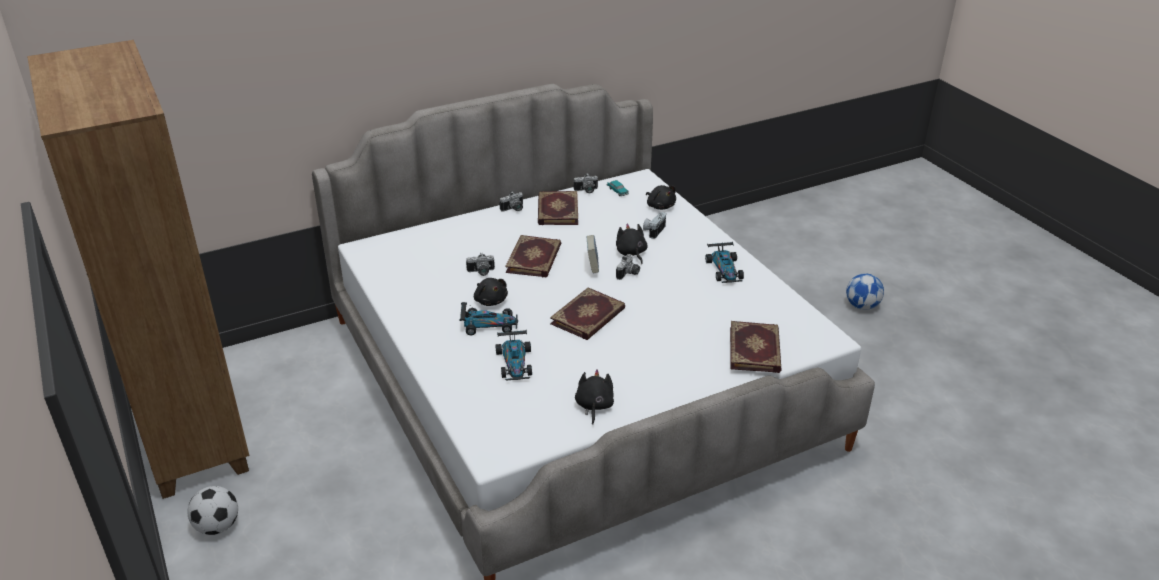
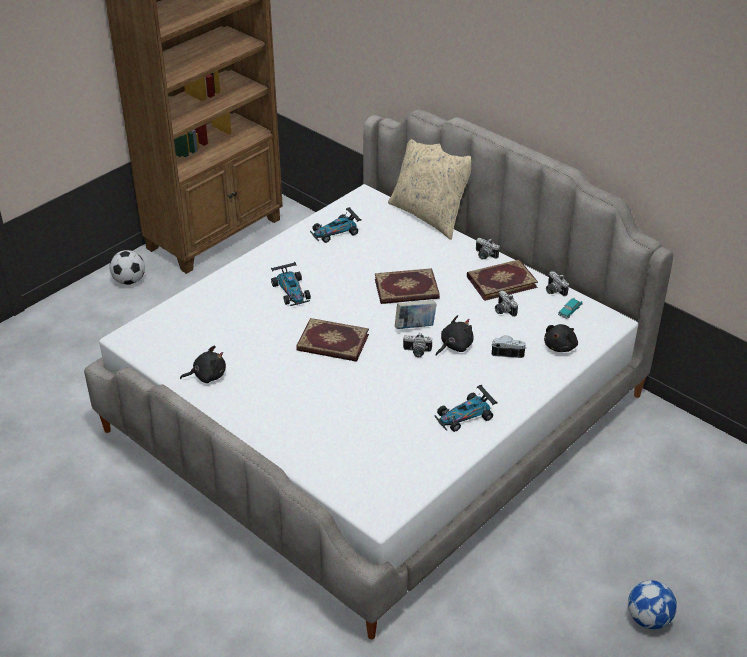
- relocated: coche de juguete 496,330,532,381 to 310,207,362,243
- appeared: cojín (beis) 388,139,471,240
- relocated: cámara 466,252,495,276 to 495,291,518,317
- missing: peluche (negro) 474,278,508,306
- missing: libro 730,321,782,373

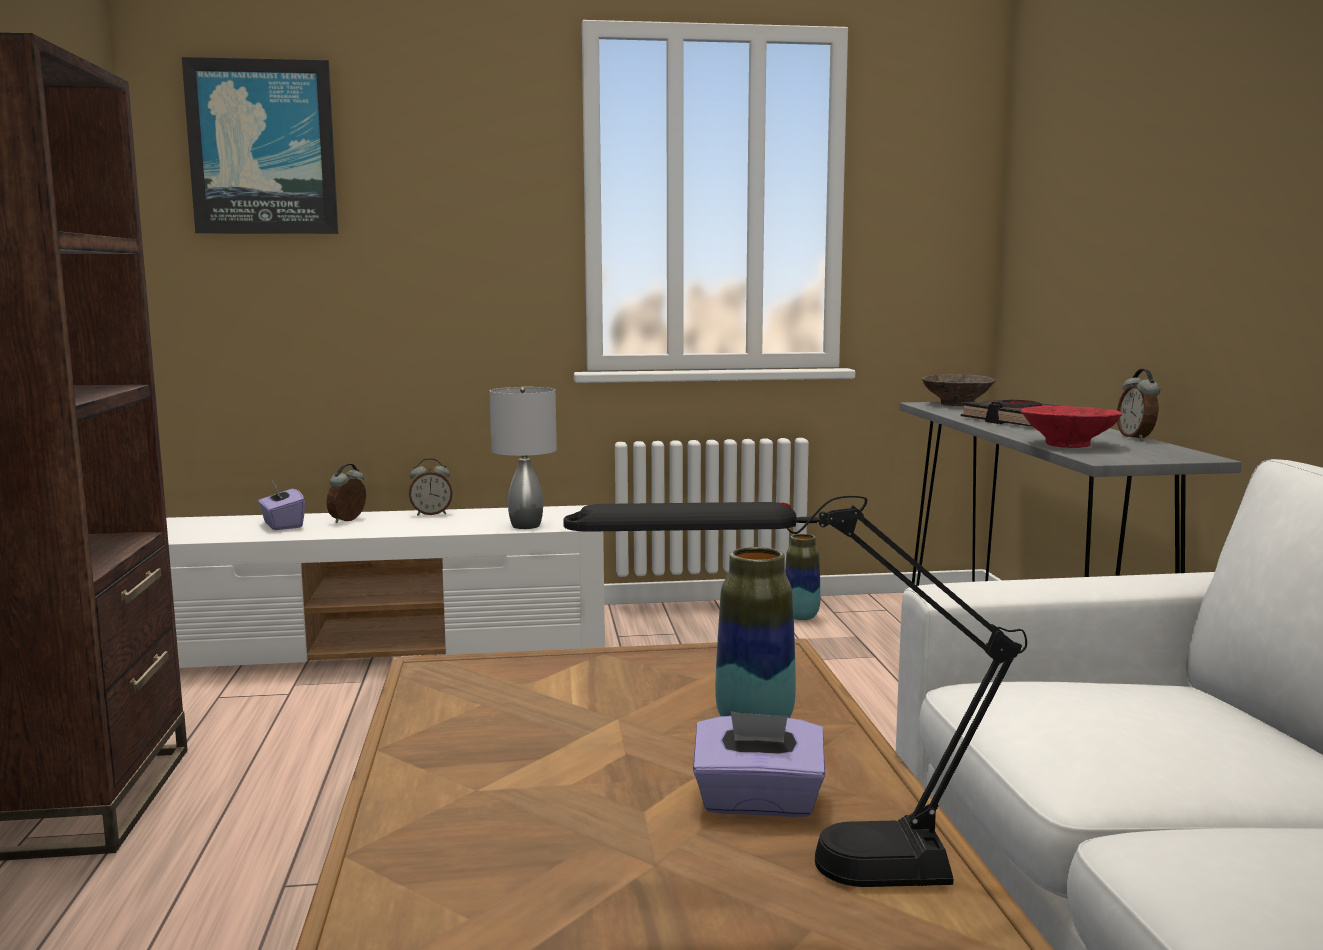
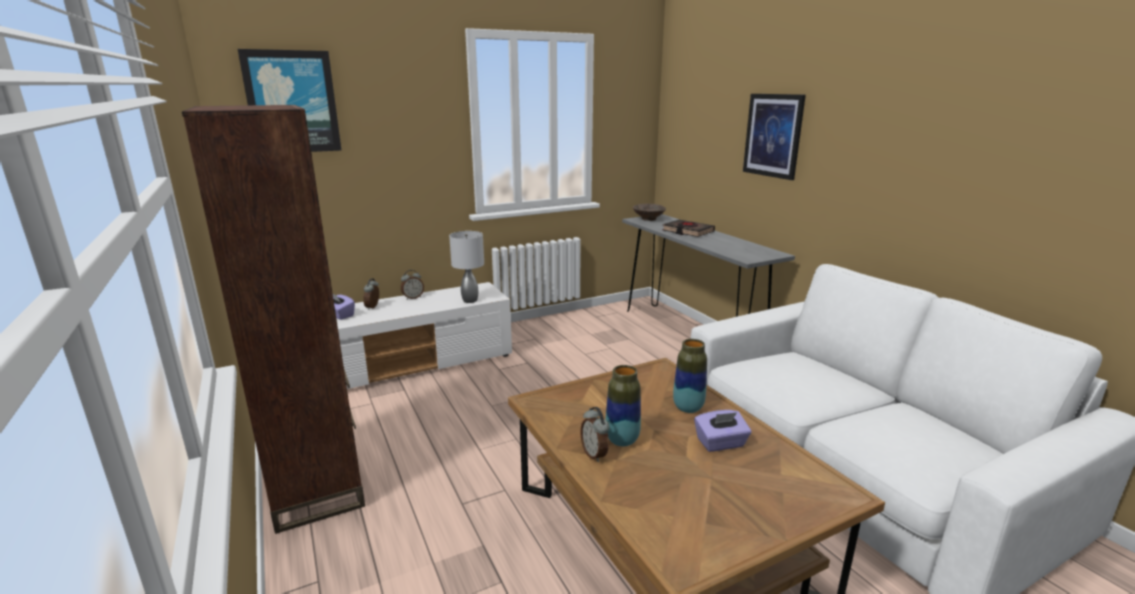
- relocated: despertador 1117,369,1160,441 to 580,407,610,462
- relocated: florero 785,534,821,620 to 605,365,641,447
- appeared: cuadro 743,94,806,180
- missing: lámpara de mesa (negro) 563,496,1027,887
- missing: cuenco (rojo) 1020,406,1122,448

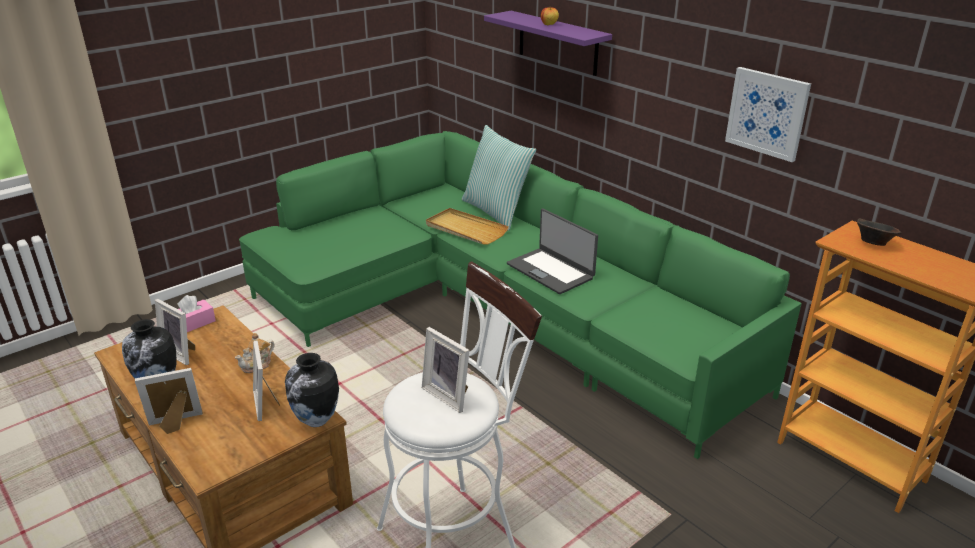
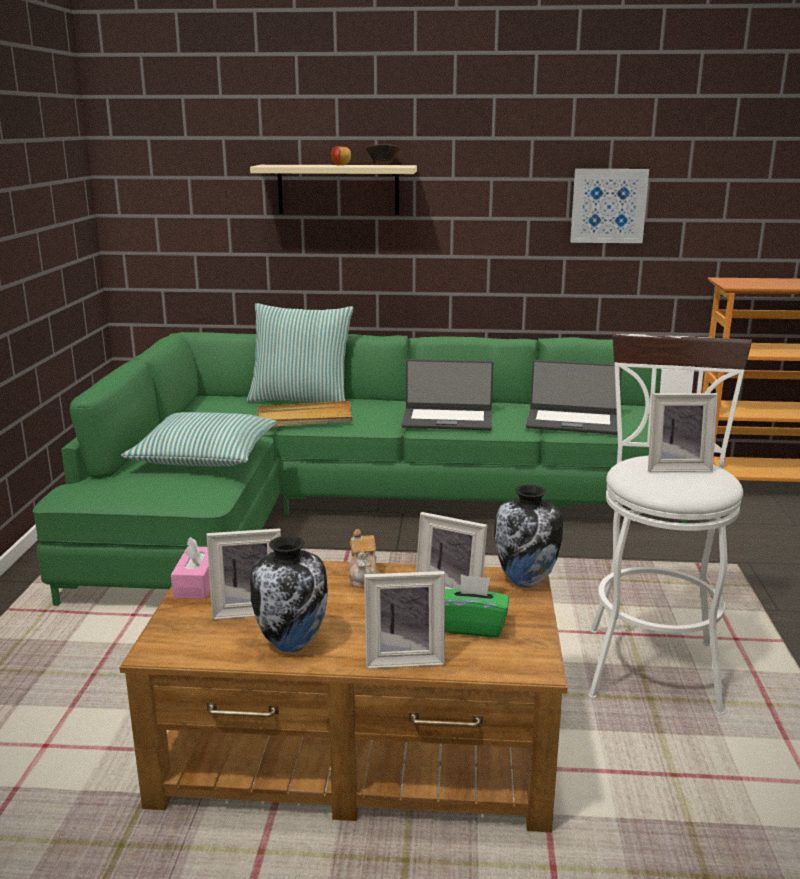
- appeared: cojín 121,412,277,466
- colour: estante (morado) 484,11,612,76 to estante (beis) 250,165,417,215
- spun: portarretratos 135,368,203,434 = 364,571,445,669 120 degrees counterclockwise
- relocated: cuenco (marrón) 857,218,902,246 to 365,144,401,165
- appeared: caja de pañuelos (verde) 445,574,509,637
- appeared: portátil 526,360,622,435

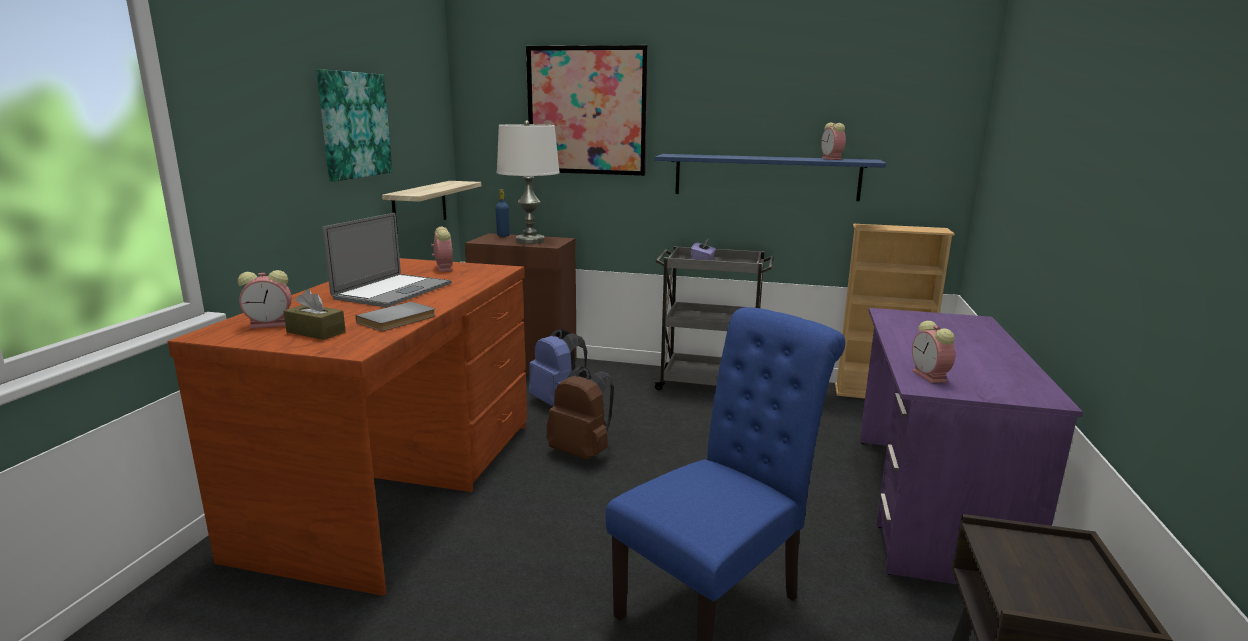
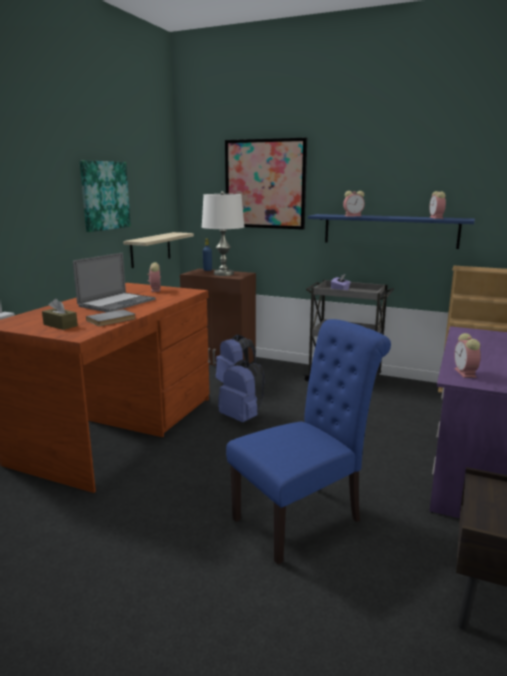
- colour: mochila (marrón) 546,366,614,460 to mochila (azul) 218,359,265,423
- relocated: despertador 238,270,292,329 to 343,191,365,216

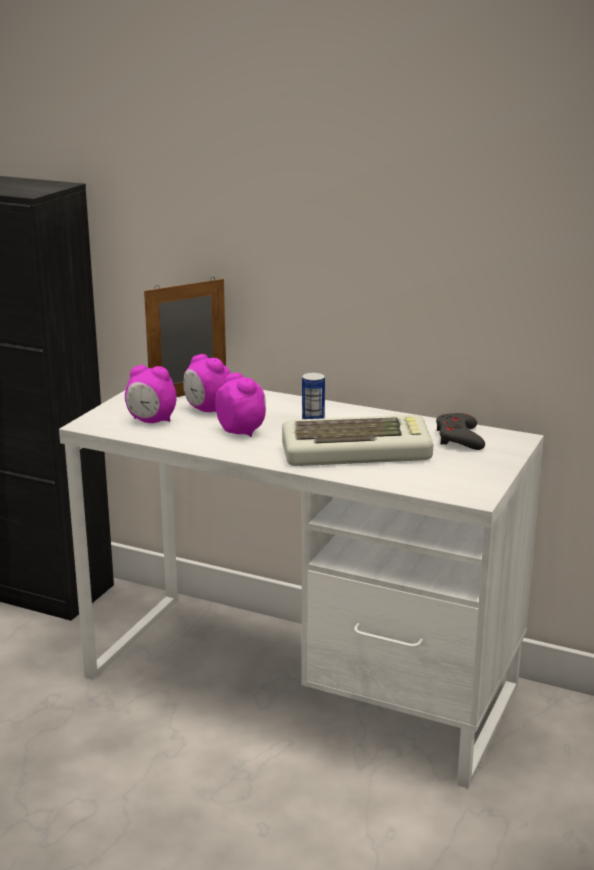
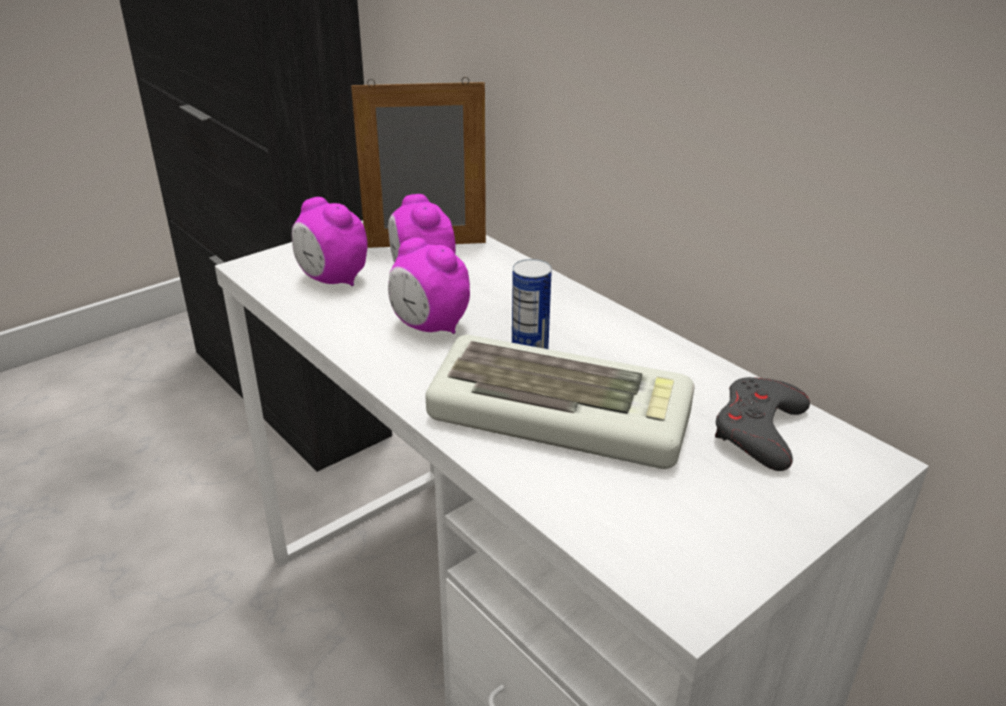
- spun: despertador 215,373,266,437 = 388,238,470,334 135 degrees clockwise

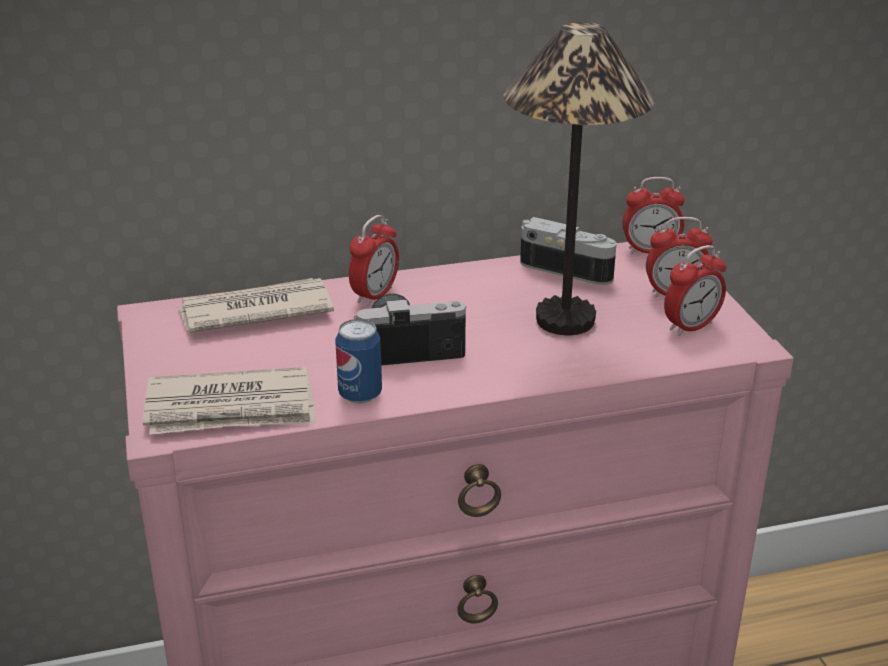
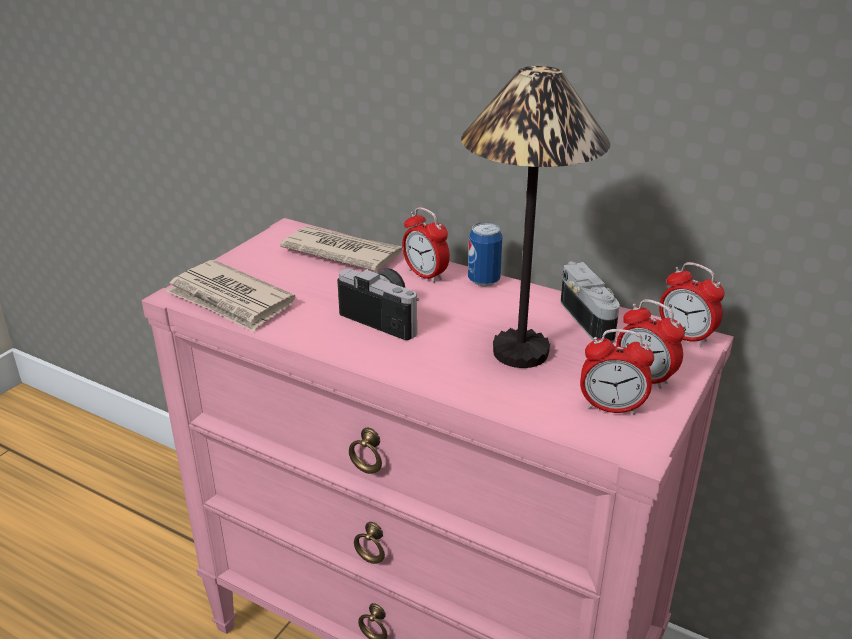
- spun: despertador 349,215,399,306 = 402,207,450,283 60 degrees clockwise
- relocated: lata 335,319,382,404 to 468,222,503,286

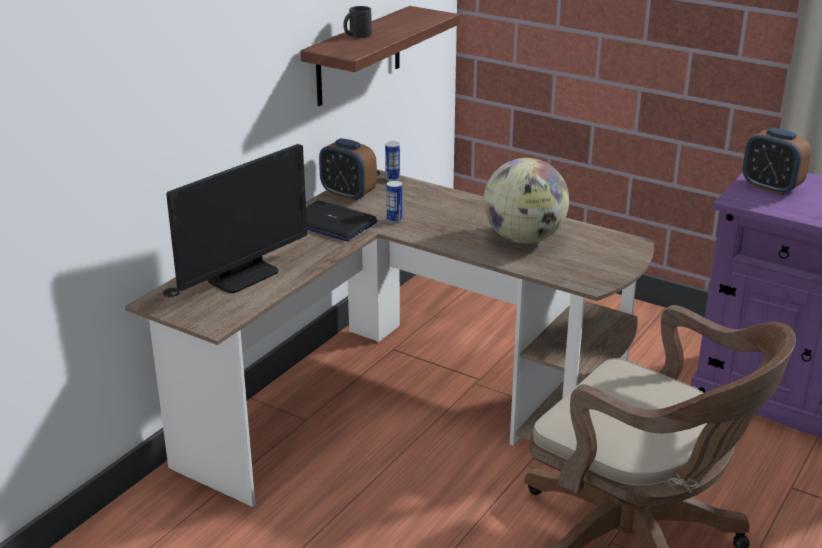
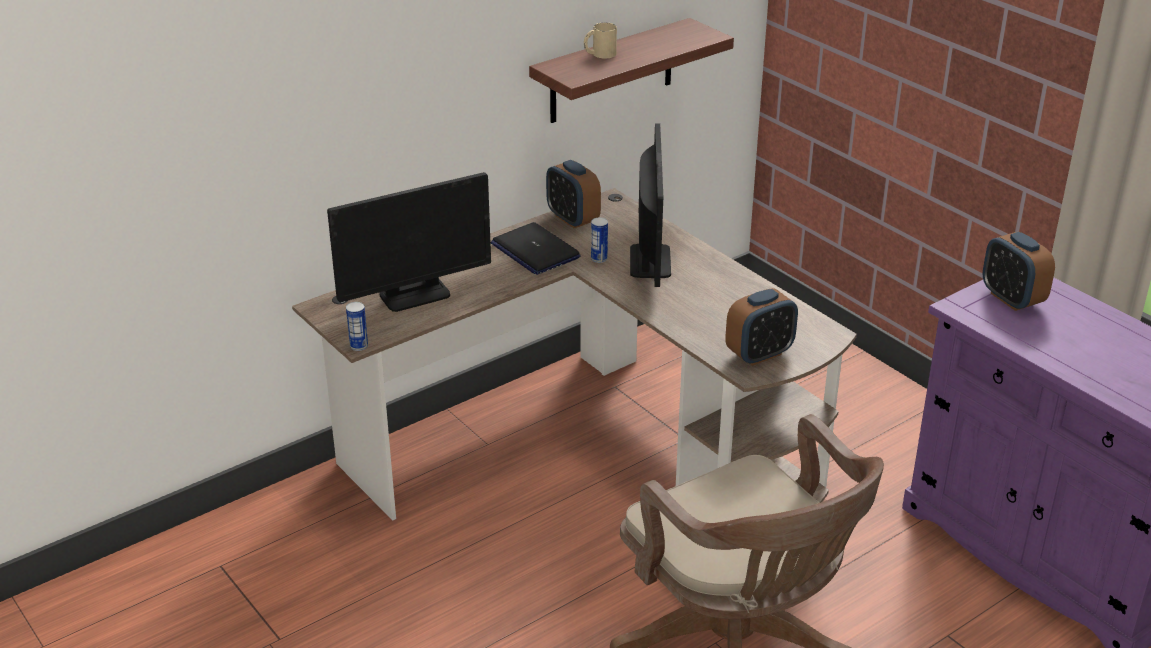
- relocated: lata 385,141,400,181 to 346,302,368,351
- colour: taza grande (negro) 343,6,372,38 to taza grande (beis) 584,22,617,58
- appeared: monitor 630,123,671,287
- appeared: despertador 725,288,798,366
- missing: globo terráqueo 483,158,569,243

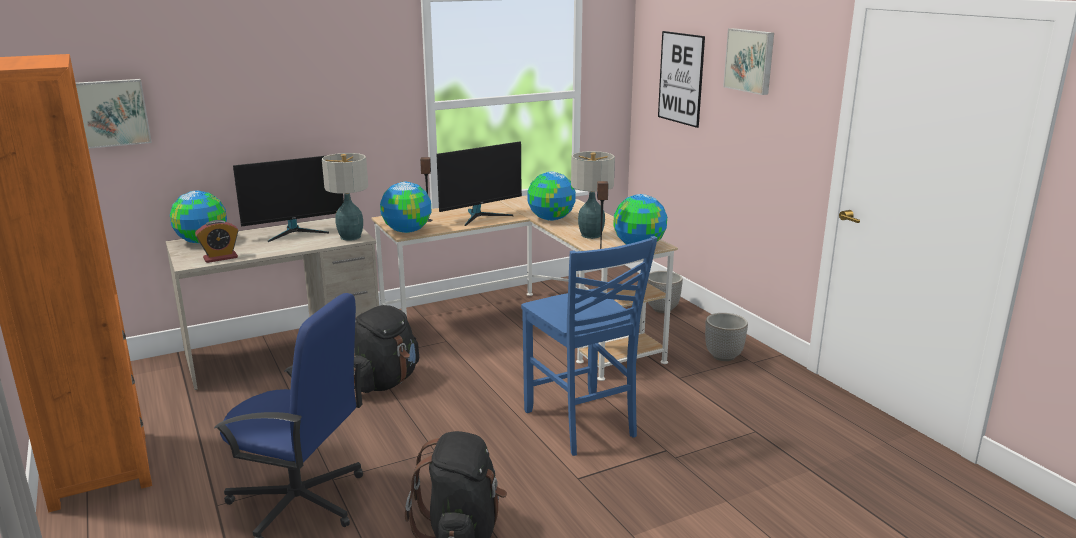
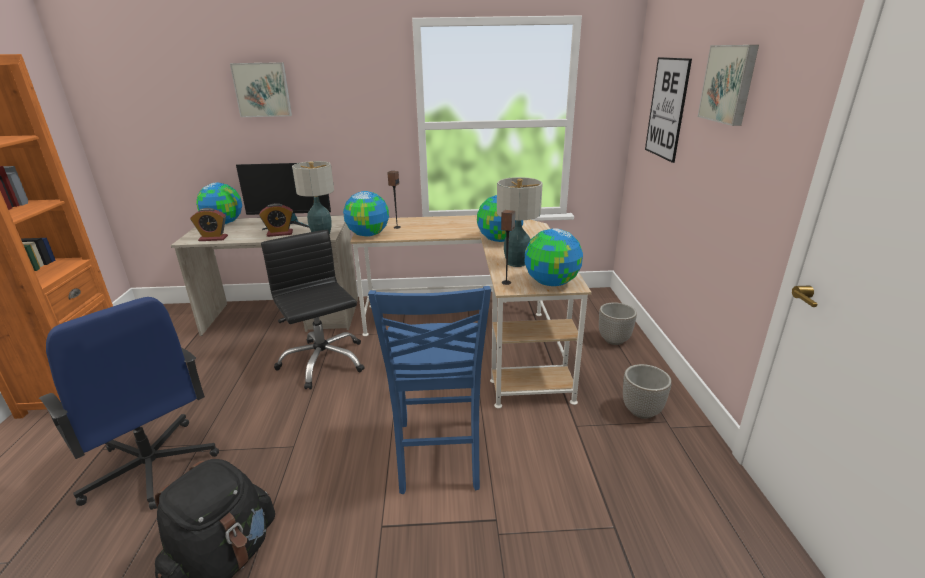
- relocated: cuadro 76,79,152,149 to 230,62,292,117
- appeared: despertador 259,203,293,237
- exchanged: mochila (negro) 354,305,419,393 to silla de oficina (negro) 261,230,365,389
- missing: monitor 436,141,522,226

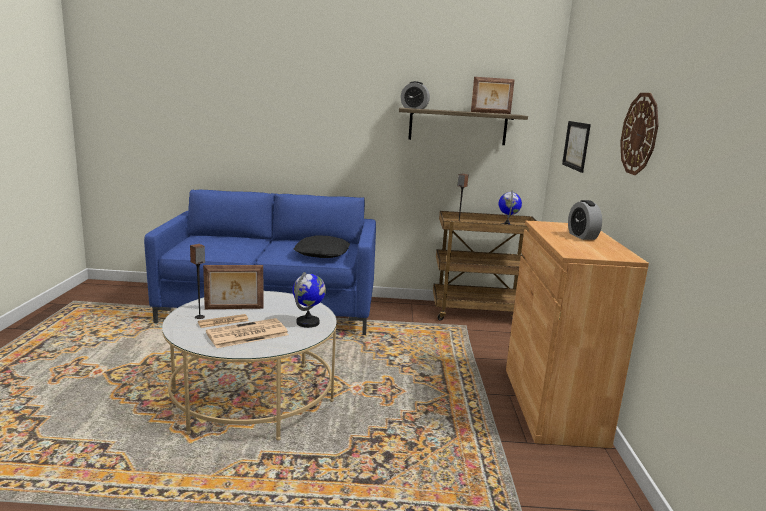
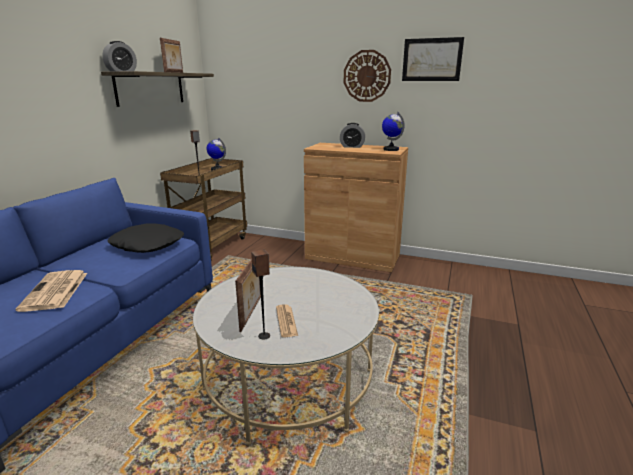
- relocated: periódico 206,318,289,348 to 15,270,87,312
- relocated: globo terráqueo 293,272,326,328 to 382,112,405,151
- relocated: cuadro 562,121,591,173 to 402,37,464,81

